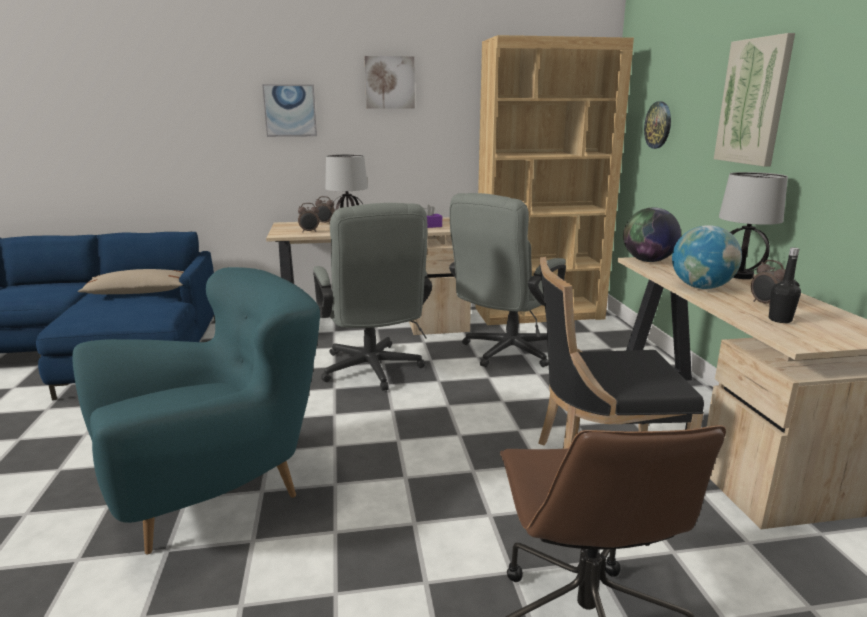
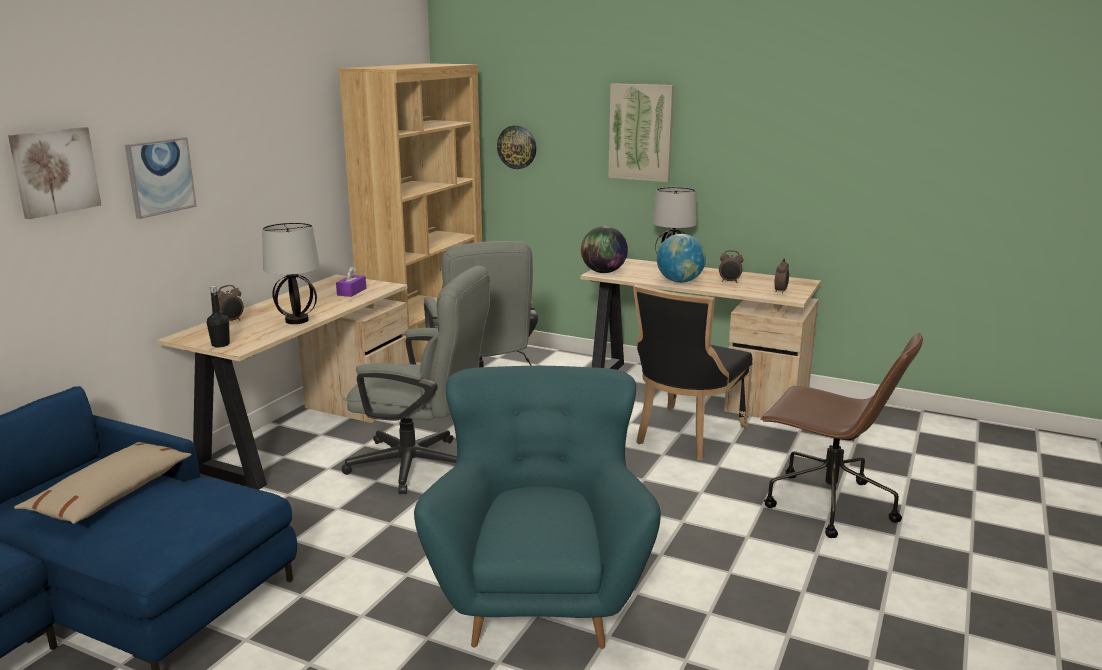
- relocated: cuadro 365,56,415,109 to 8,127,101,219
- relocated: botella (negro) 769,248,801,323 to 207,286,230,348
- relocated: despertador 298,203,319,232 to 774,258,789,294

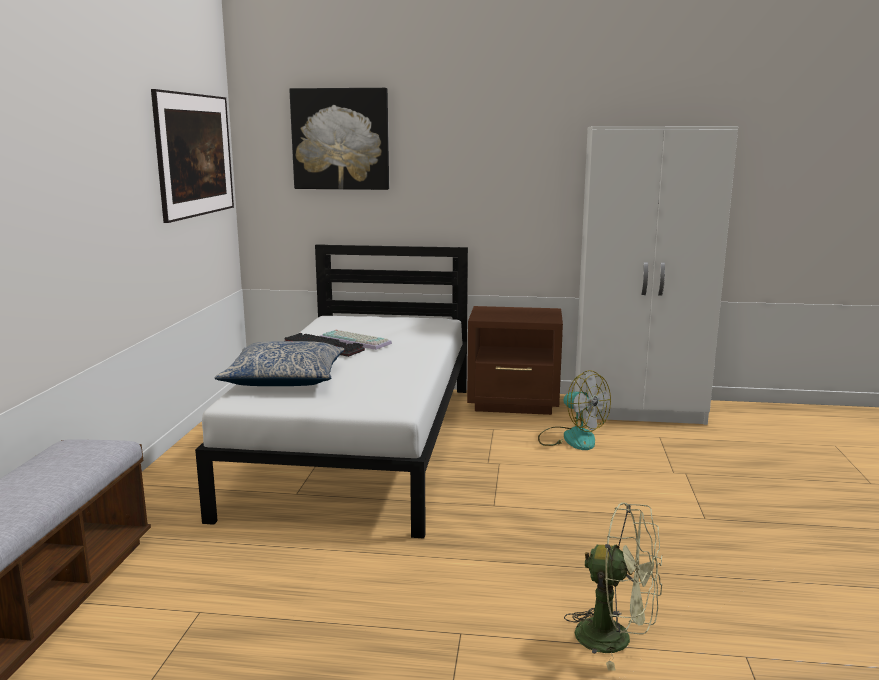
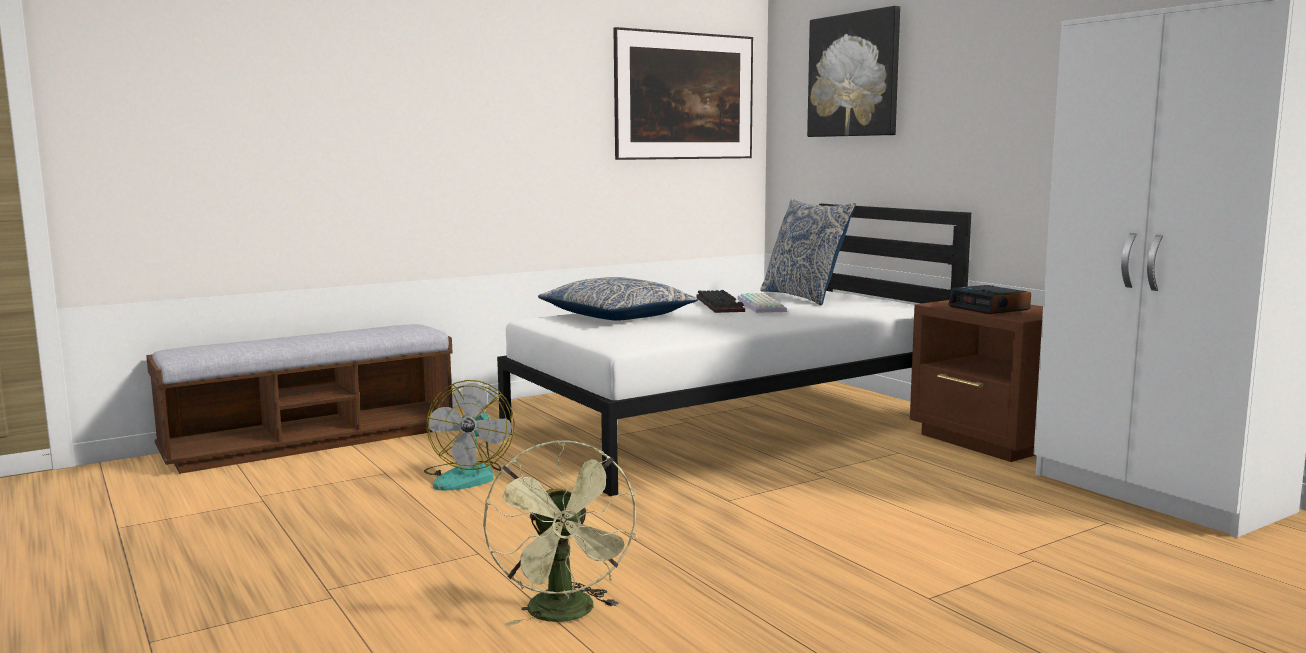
- relocated: ventilador 538,370,611,450 to 424,380,515,491
- appeared: cojín 760,199,856,305
- appeared: despertador 948,285,1031,314

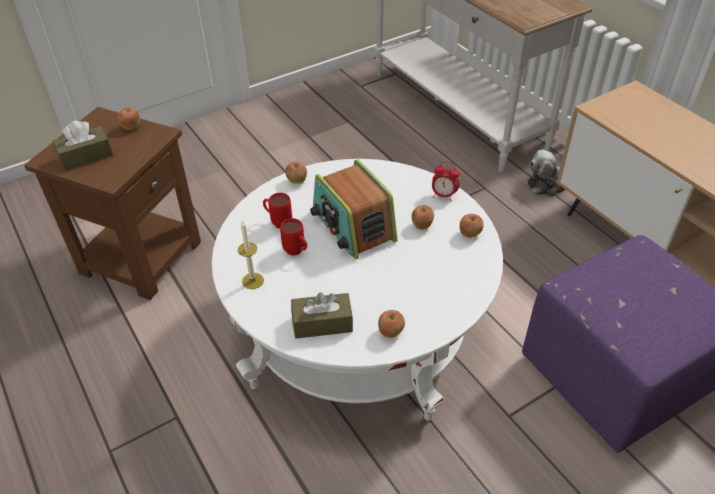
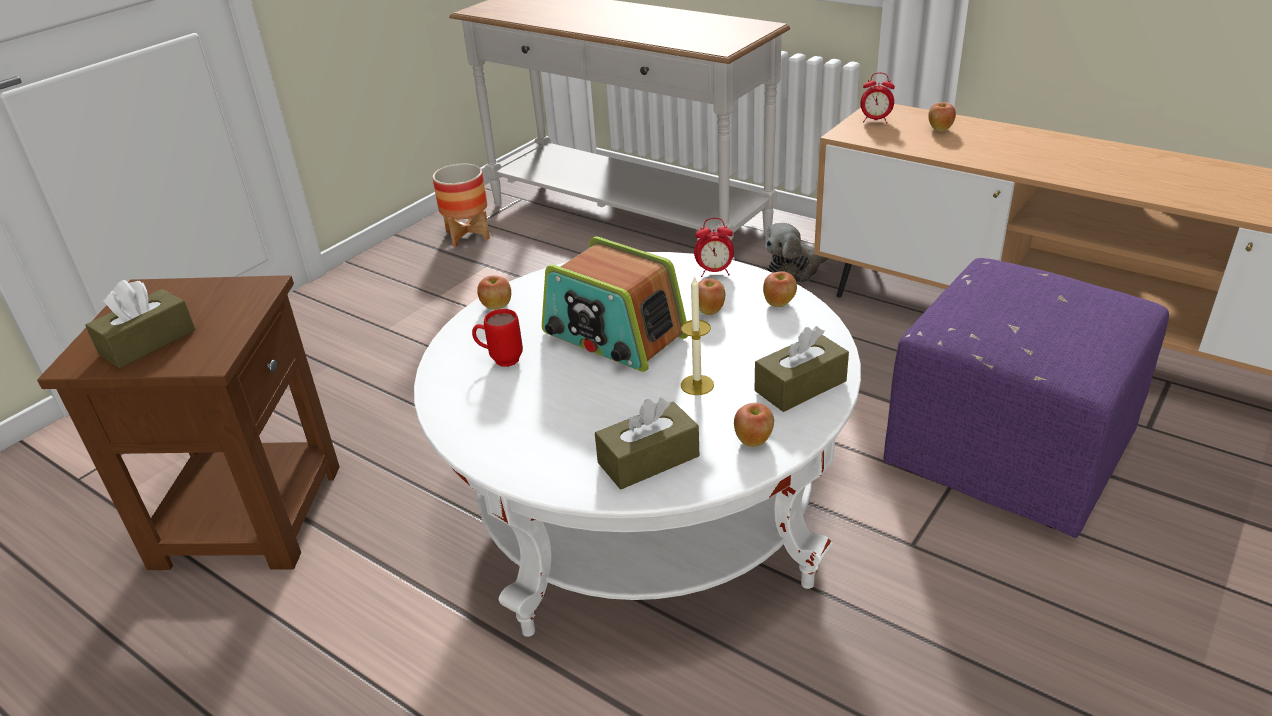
- appeared: maceta 432,163,490,247
- relocated: vela 238,220,264,289 to 681,275,714,395
- appeared: caja de pañuelos (marrón) 755,326,849,412
- appeared: despertador 860,73,895,123
- relocated: manzana 118,107,140,130 to 928,102,956,132
- missing: taza grande (rojo) 280,218,307,256

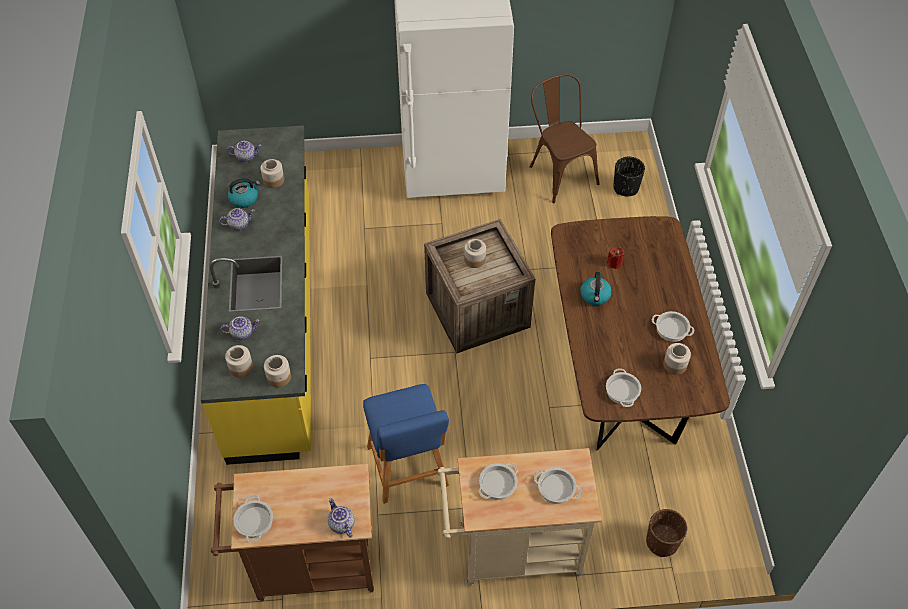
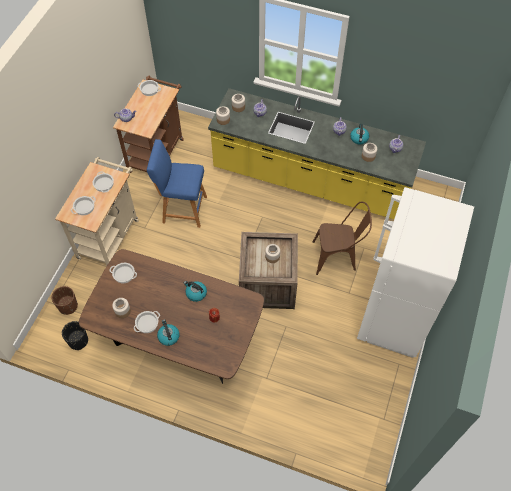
- relocated: maceta (negro) 613,157,645,196 to 62,321,88,350
- appeared: hervidor 157,319,180,346
- relocated: silla (marrón) 529,74,600,203 to 313,201,372,275

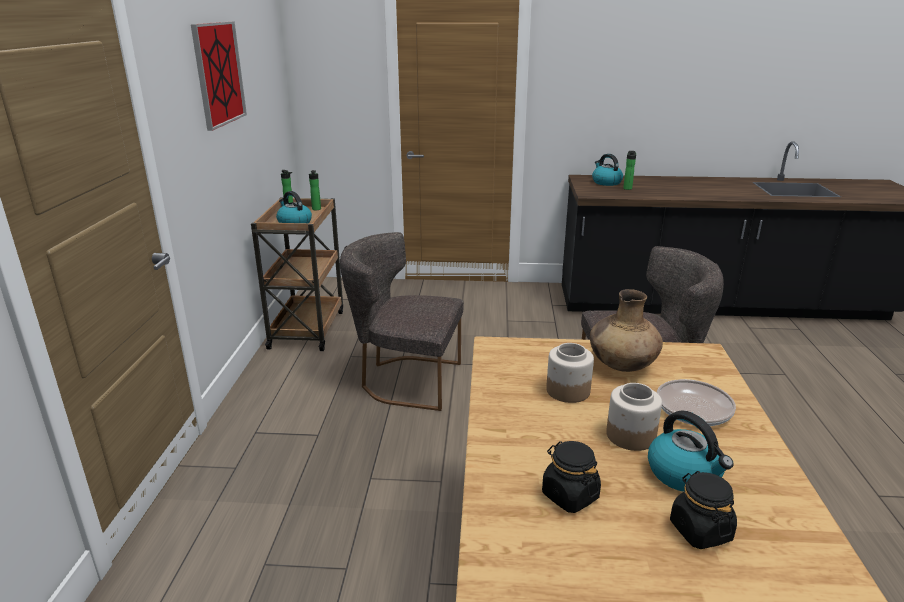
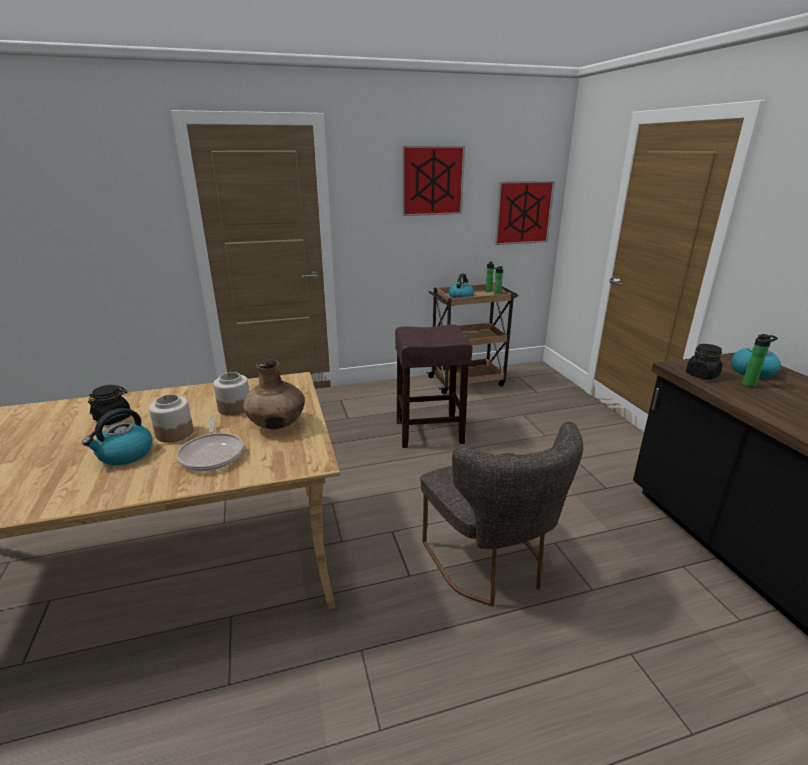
- exchanged: silla (gris) 340,232,464,411 to taburete (marrón) 395,325,472,448
- appeared: cuadro 495,181,555,245
- relocated: tarro (negro) 670,471,737,549 to 686,344,723,380

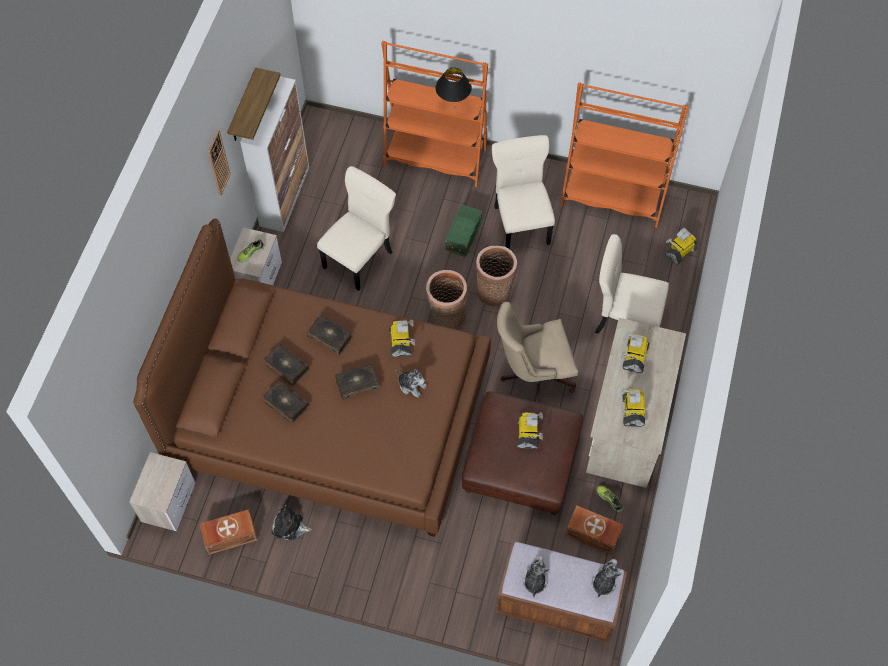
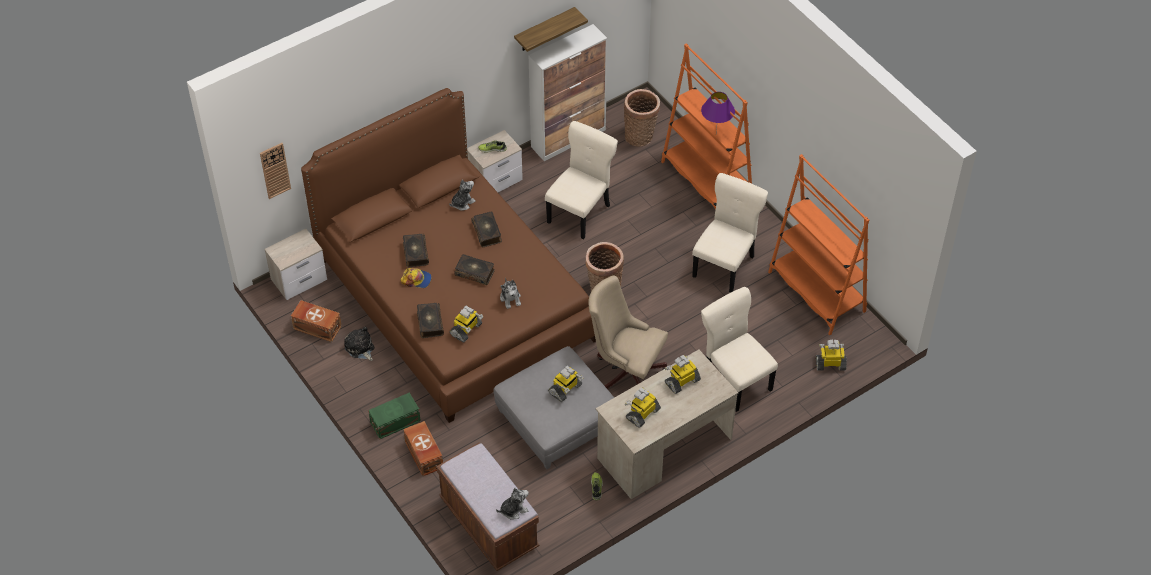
- relocated: reloj de pared 207,129,231,196 to 260,143,291,199
- relocated: caja de almacenaje (verde) 446,204,482,257 to 368,393,421,439
- appeared: gorra 400,268,432,288
- relocated: caja de almacenaje (marrón) 566,506,623,555 to 403,421,443,476
- relocated: libro 264,344,309,386 to 417,303,444,338
- relocated: peluche 522,556,550,598 to 449,179,476,211
- relocated: robot de juguete 389,320,415,357 to 450,305,483,343
- colour: puf (marrón) 462,391,583,515 to puf (gris) 493,346,614,469
- spun: silla (beis) 317,166,396,291 = 545,121,618,240 45 degrees counterclockwise
- relocated: cesta 476,246,517,306 to 624,89,660,147
- colour: lámpara de mesa (negro) 435,67,472,112 to lámpara de mesa (morado) 701,92,735,132

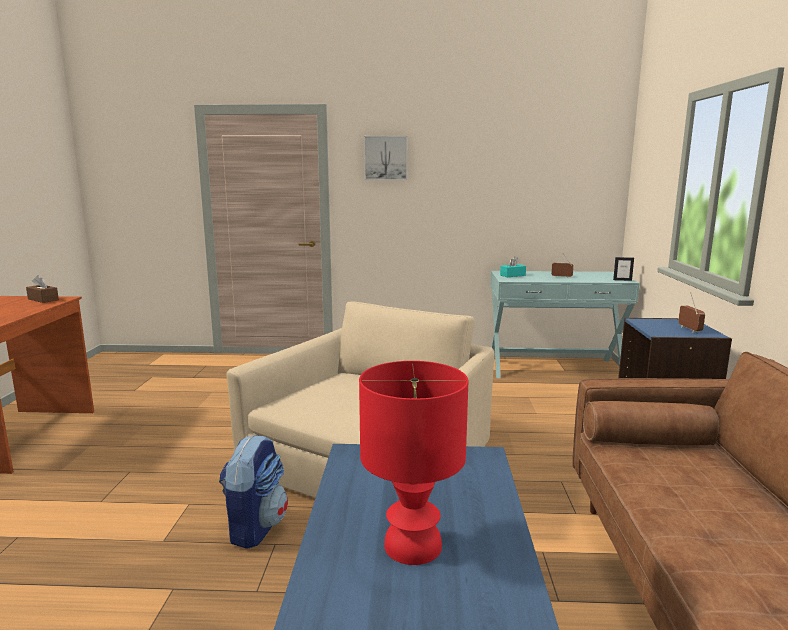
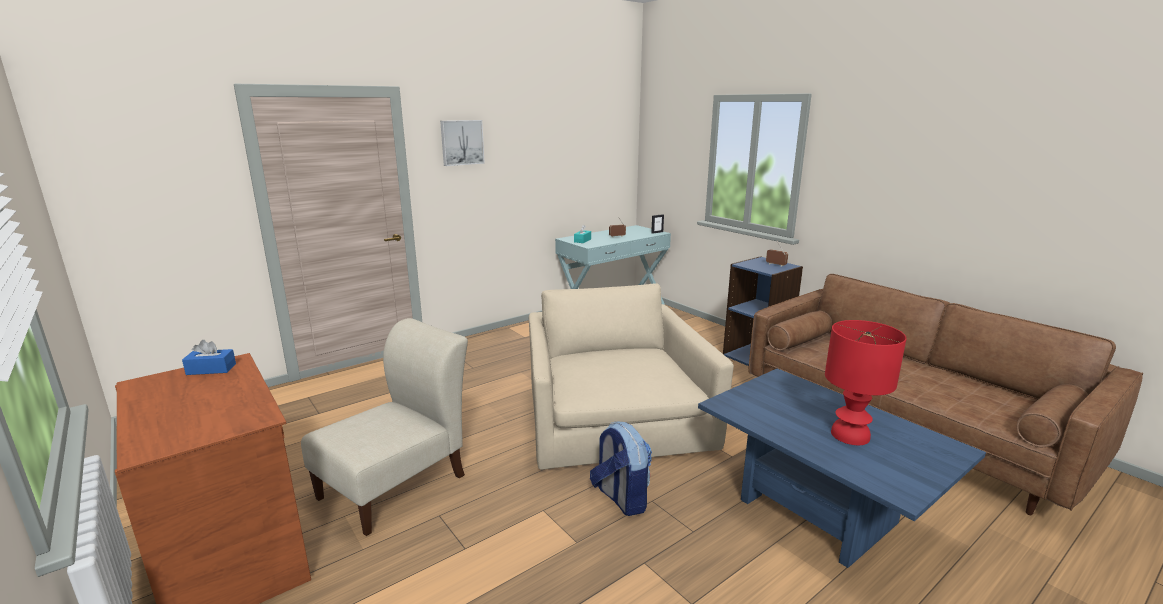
- colour: caja de pañuelos (marrón) 26,275,59,303 to caja de pañuelos (azul) 182,340,236,375
- appeared: silla (beis) 301,318,468,536

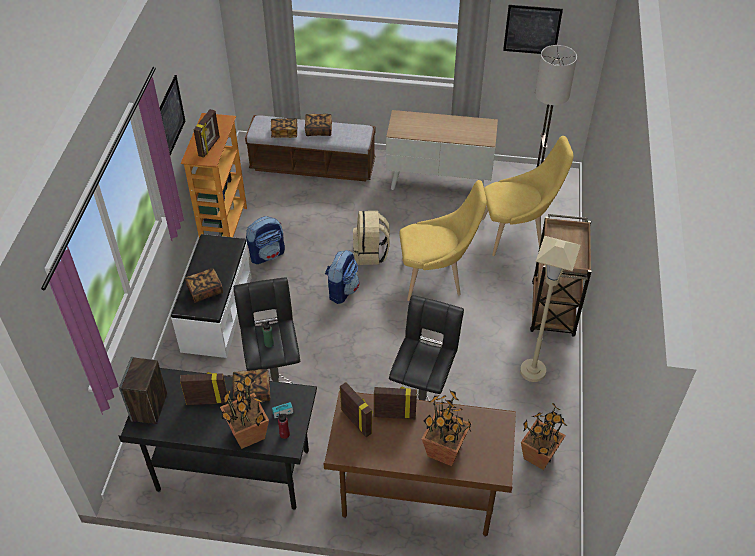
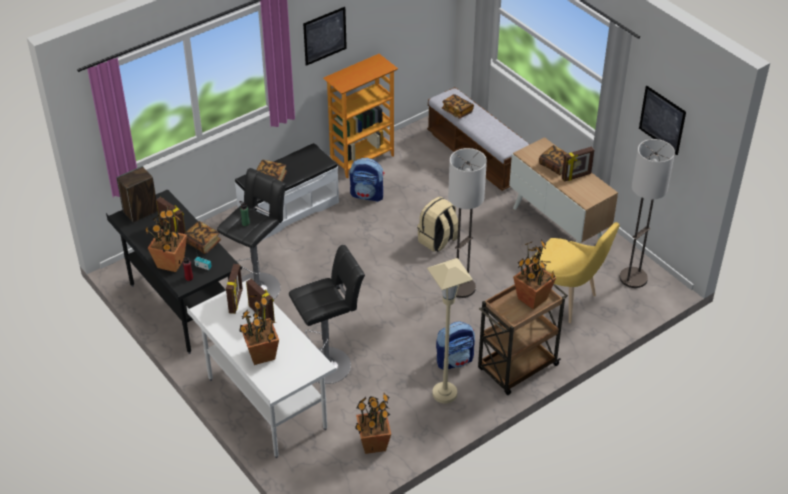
- colour: escritorio (marrón) 323,390,516,537 to escritorio (blanco) 186,278,337,458
- relocated: mochila 325,250,359,304 to 436,321,475,370
- exchanged: silla (amarillo) 400,180,487,301 to lámpara de pie 448,148,487,298
- appeared: planta en maceta 513,240,556,310
- relocated: libro 305,114,332,136 to 539,145,568,175
- relocated: portarretratos 193,109,220,158 to 562,146,594,182

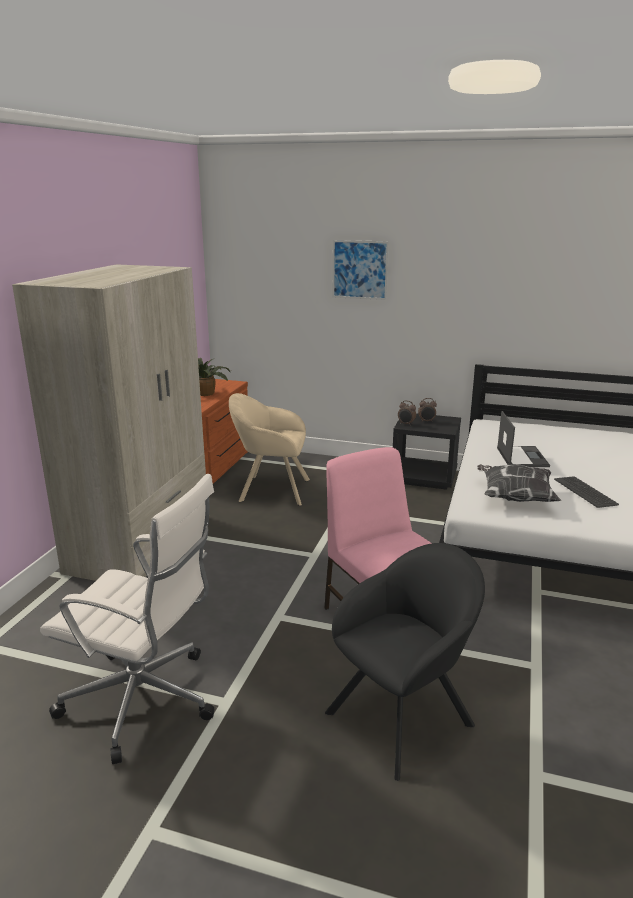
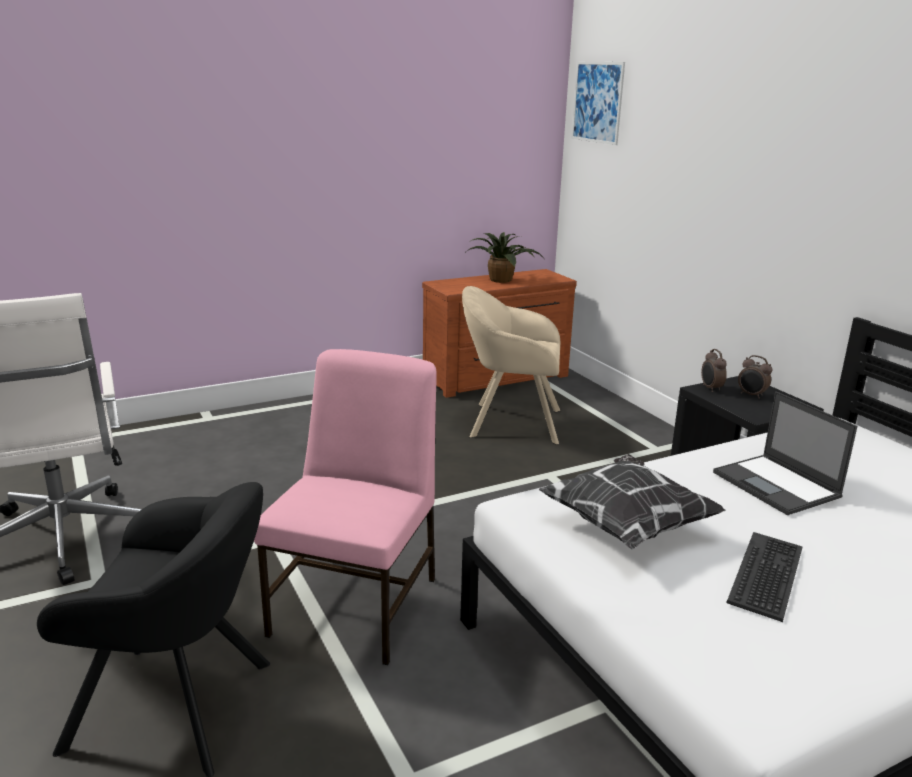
- spun: sillón (beis) 229,393,310,506 = 462,286,560,445 45 degrees counterclockwise
- relocated: cuadro 332,240,389,300 to 571,62,625,145
- spun: portátil 497,411,550,467 = 713,391,858,515 105 degrees clockwise
- missing: armario ropero (beis) 12,264,206,581

